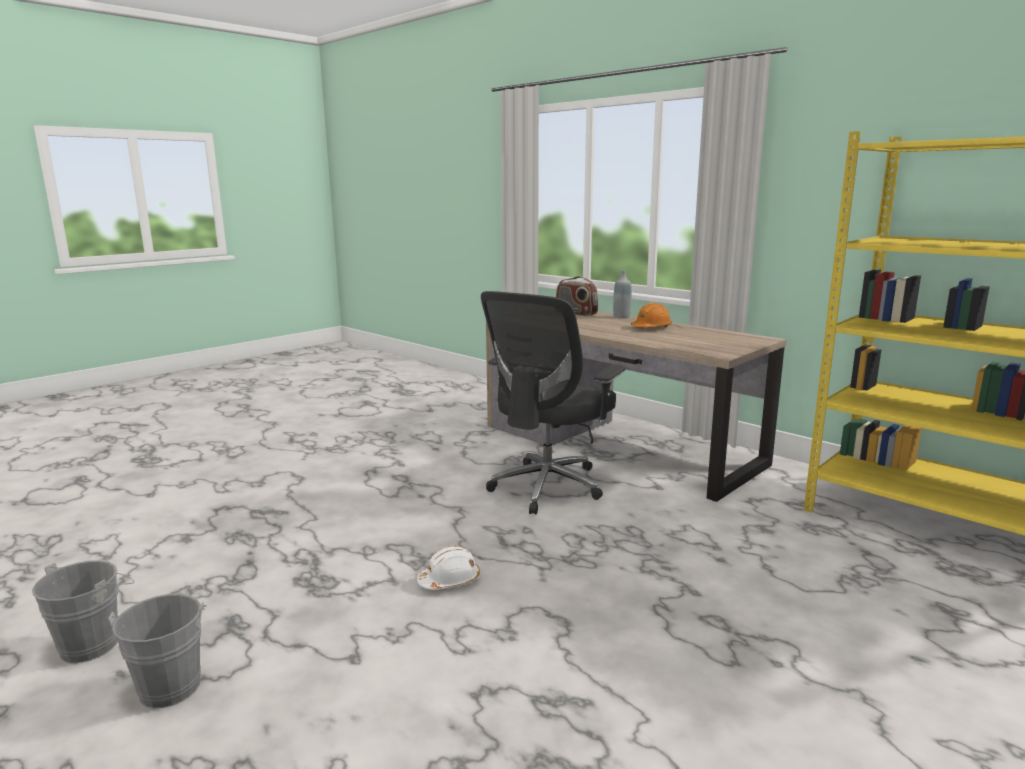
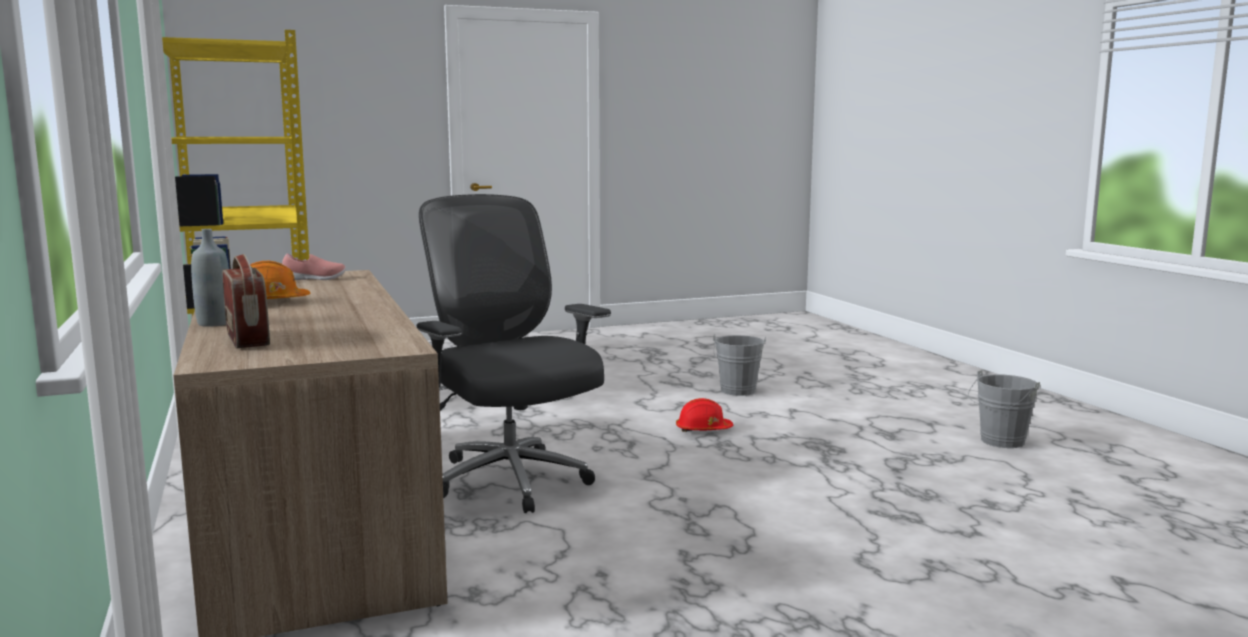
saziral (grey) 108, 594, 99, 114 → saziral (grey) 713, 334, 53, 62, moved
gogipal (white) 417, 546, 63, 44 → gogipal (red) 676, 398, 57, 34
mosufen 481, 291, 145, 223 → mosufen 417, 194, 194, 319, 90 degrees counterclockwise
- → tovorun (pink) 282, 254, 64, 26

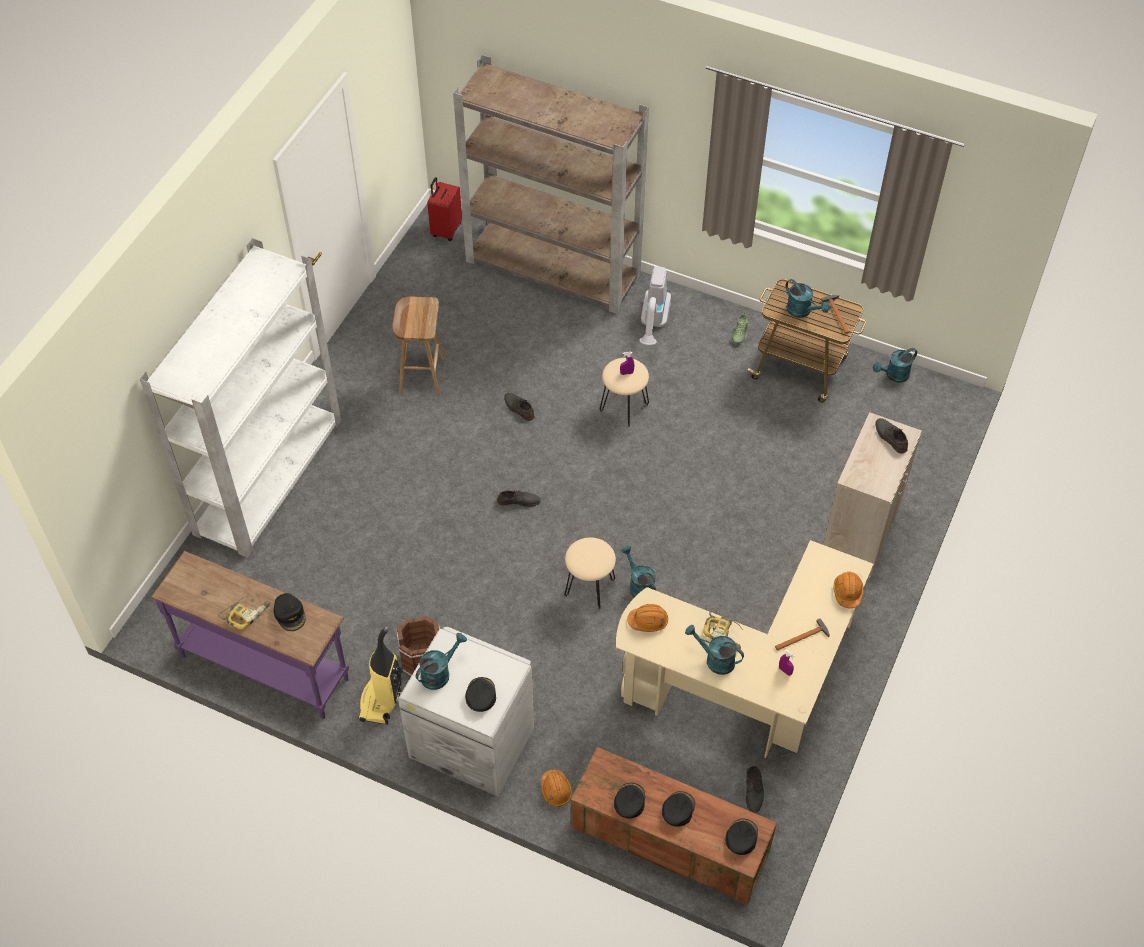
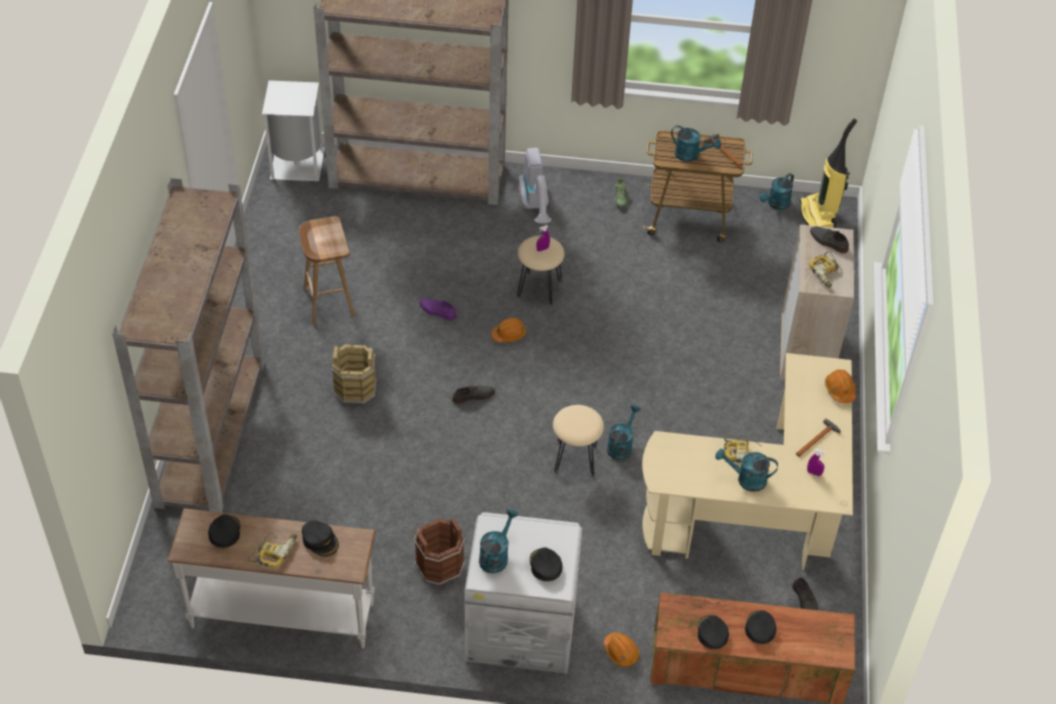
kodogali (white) 140, 238, 202, 320 → kodogali (brown) 112, 178, 153, 334
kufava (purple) 151, 551, 198, 168 → kufava (white) 167, 508, 209, 141
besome 359, 627, 44, 98 → besome 800, 118, 57, 110, moved
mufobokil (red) 427, 177, 35, 64 → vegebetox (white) 262, 81, 62, 100
tovorun (grey) 504, 393, 31, 28 → tovorun (purple) 419, 299, 38, 22
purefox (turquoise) 621, 546, 35, 52 → purefox (turquoise) 607, 404, 34, 56, 75 degrees clockwise
gogipal (orange) 627, 604, 41, 28 → gogipal (orange) 491, 318, 35, 25, moved
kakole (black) 725, 818, 33, 37 → kakole (black) 208, 514, 32, 34, moved
- → saziral (brown) 332, 344, 45, 60
- → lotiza 809, 251, 34, 37

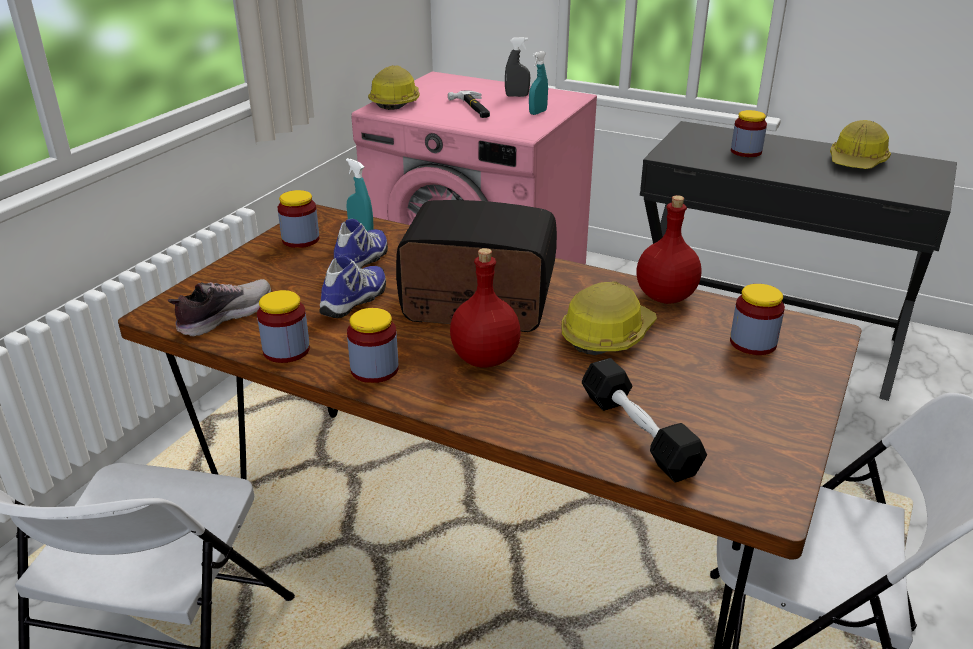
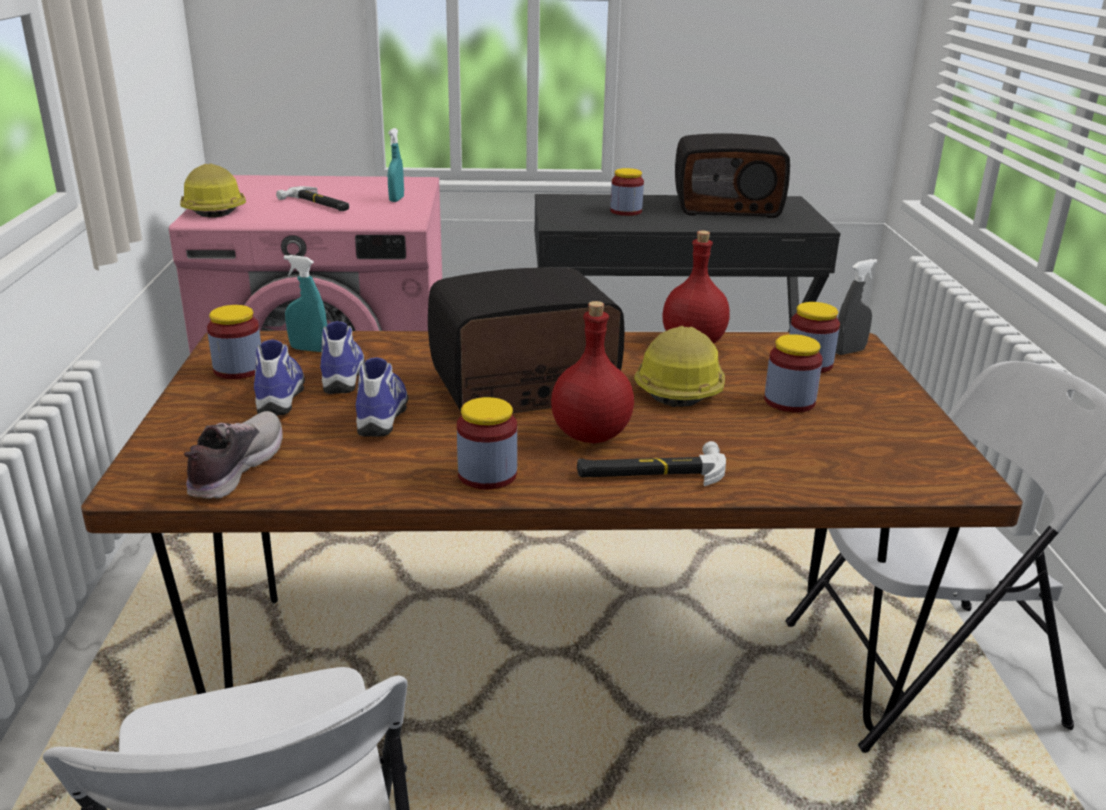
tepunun 257, 290, 53, 73 → tepunun 764, 334, 59, 79, moved
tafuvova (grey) 505, 37, 25, 60 → tafuvova (grey) 836, 259, 42, 96, moved
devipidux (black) 582, 358, 125, 124 → -
gogipal 830, 120, 61, 49 → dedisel 675, 133, 115, 85
- → tovorun 254, 340, 51, 76
- → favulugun 577, 441, 149, 45

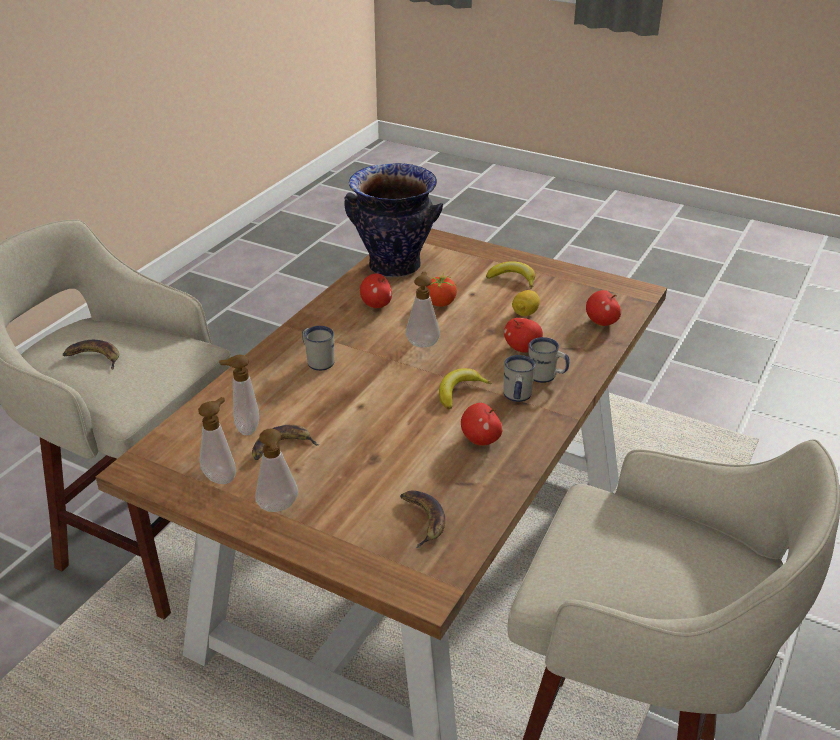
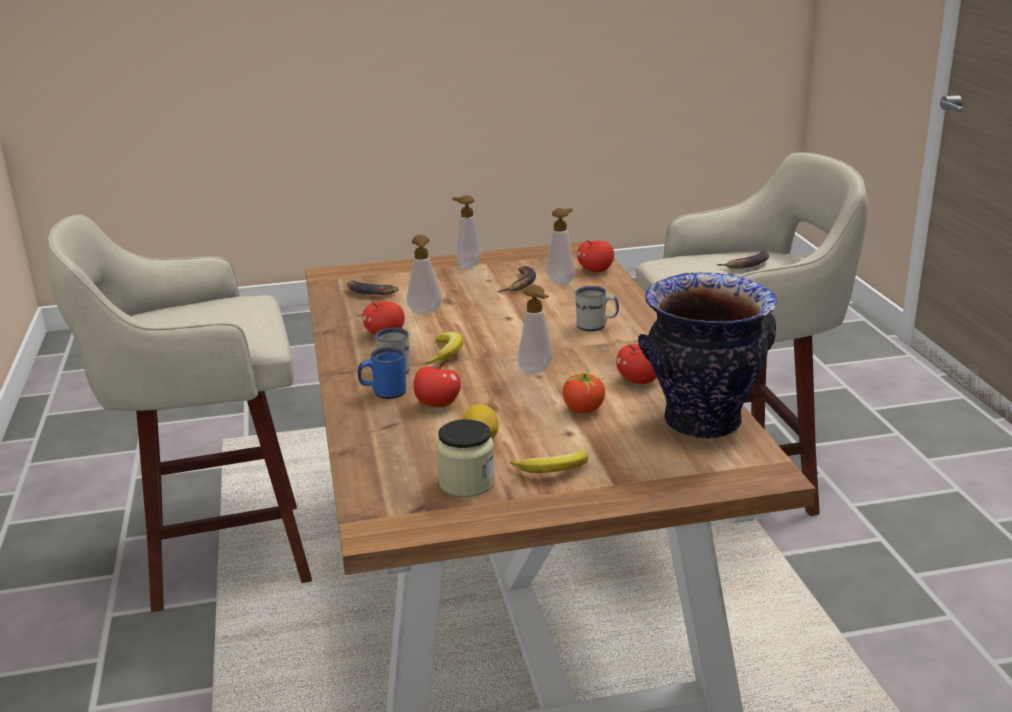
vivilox 198, 397, 38, 87 → vivilox 406, 235, 36, 79, moved
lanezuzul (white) 528, 337, 42, 46 → lanezuzul (blue) 358, 347, 48, 52
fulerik 586, 290, 35, 36 → fulerik 577, 240, 37, 32, moved
- → tepunun 436, 419, 59, 78

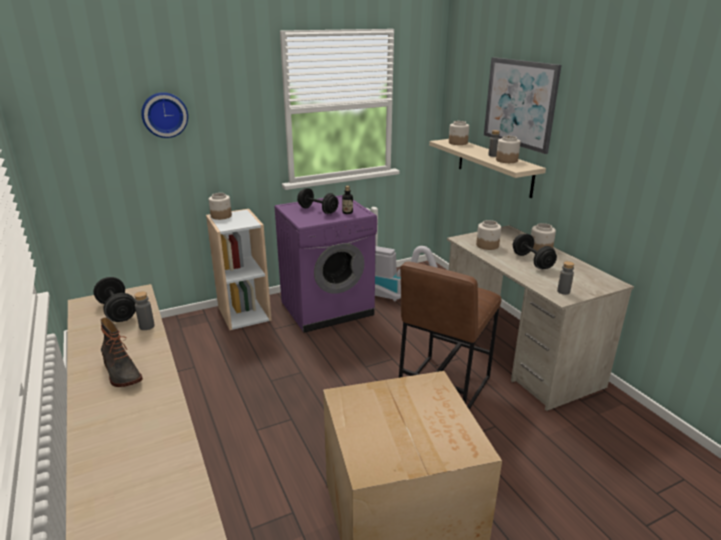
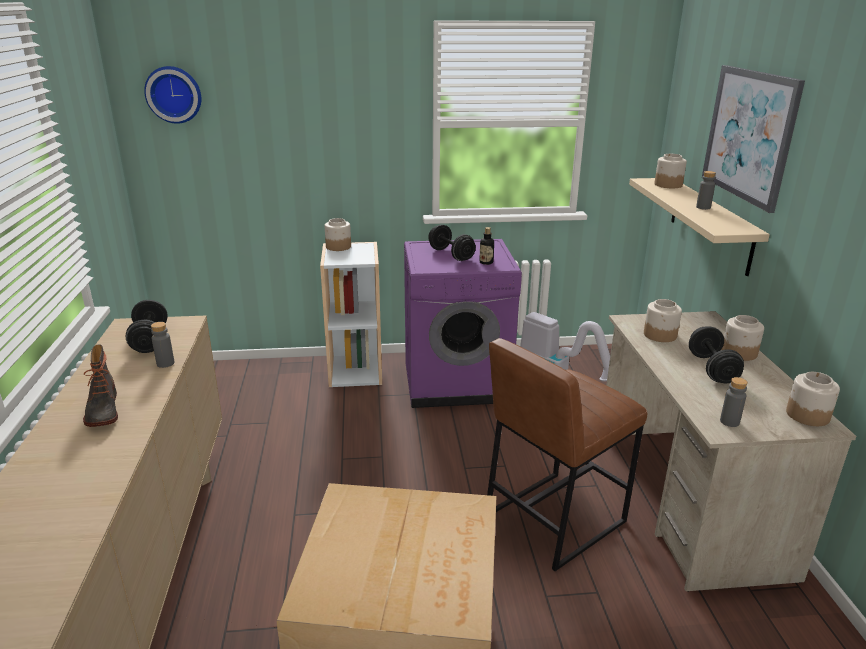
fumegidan 141, 92, 47, 46 → fumegidan 144, 66, 57, 58, moved
tepunun 496, 136, 25, 27 → tepunun 786, 372, 54, 54, moved

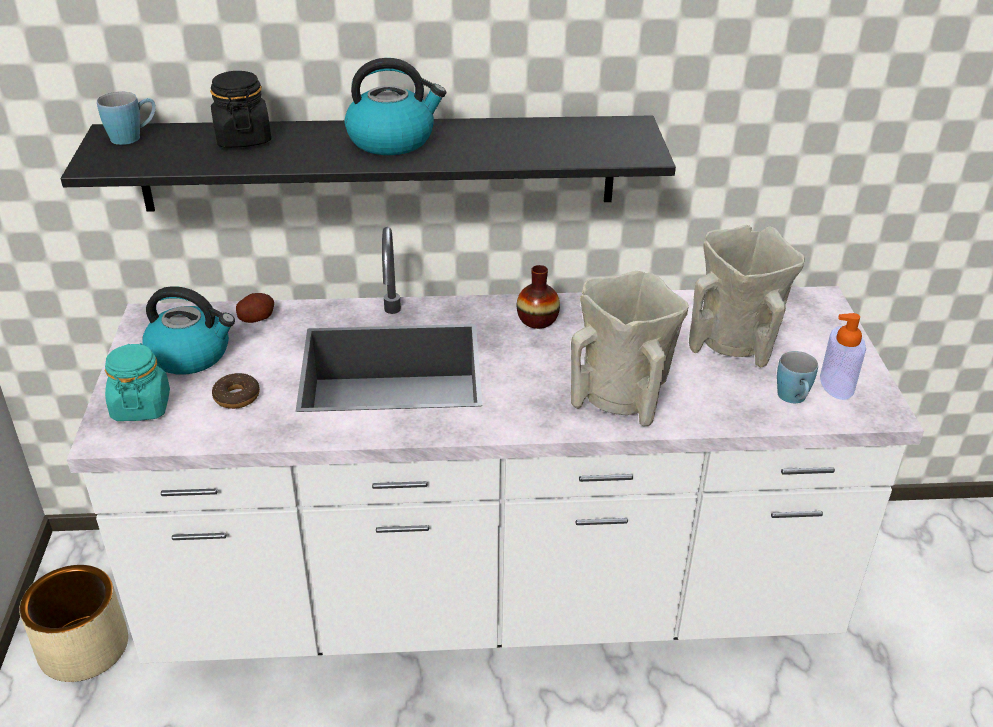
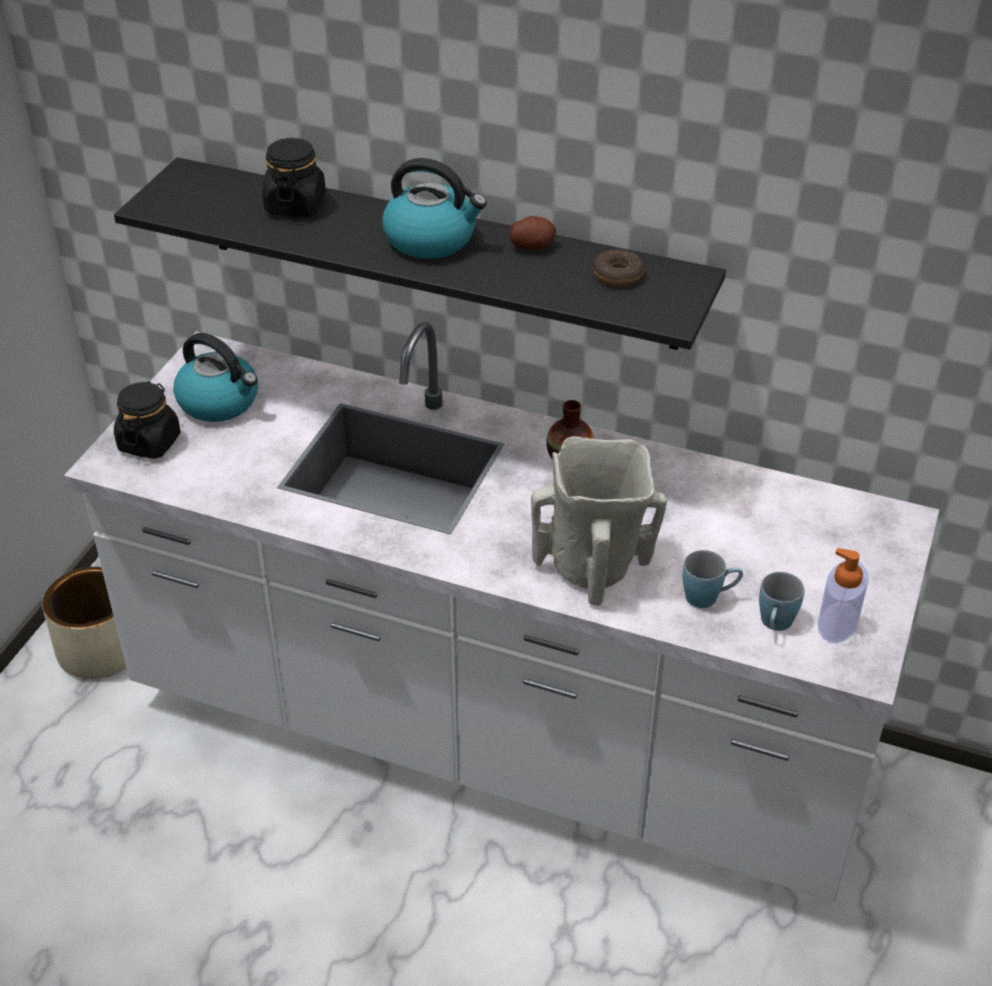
lanezuzul (blue) 97, 91, 59, 54 → lanezuzul (blue) 683, 550, 60, 58, moved
tepunun (turquoise) 105, 343, 65, 78 → tepunun (black) 114, 381, 67, 78
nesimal 212, 373, 48, 36 → nesimal 593, 249, 51, 37, moved
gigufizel 236, 293, 38, 30 → gigufizel 510, 216, 46, 34, moved
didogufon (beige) 689, 225, 116, 142 → -

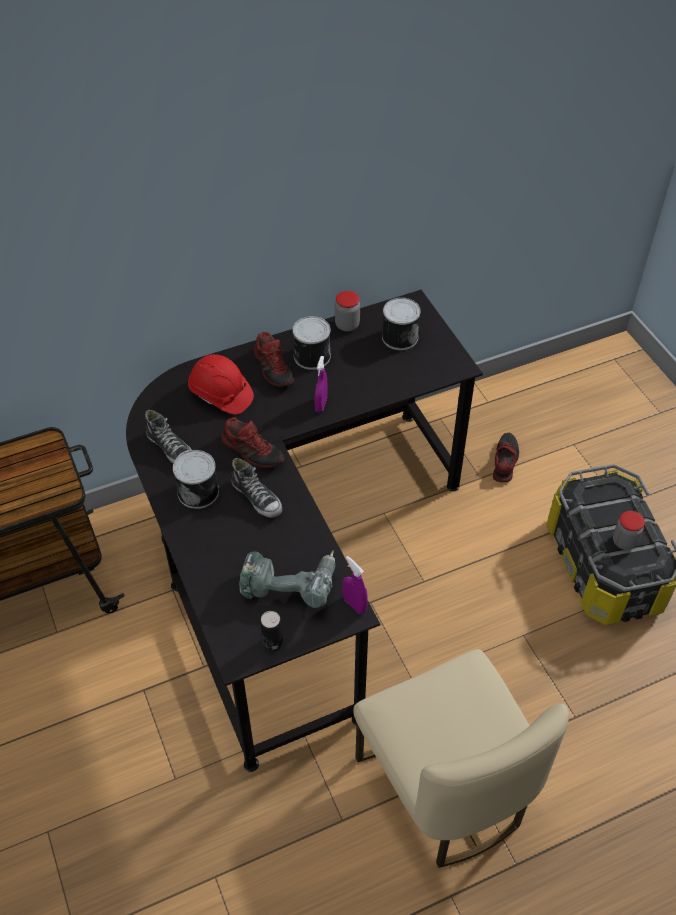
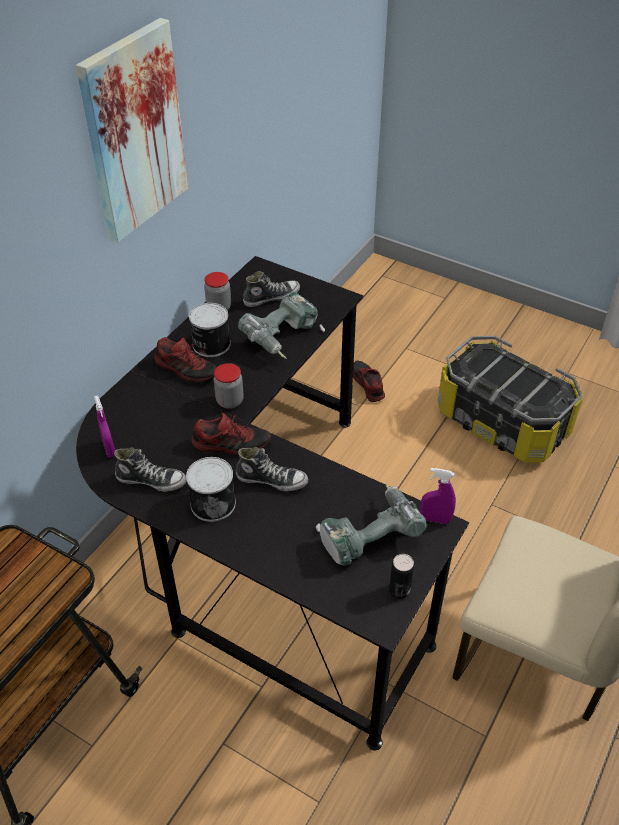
gogipal (red) 188, 354, 66, 61 → -
tafuvova (purple) 315, 356, 13, 56 → tafuvova (purple) 94, 395, 21, 63, moved
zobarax 382, 298, 39, 52 → tovorun 243, 271, 57, 36
tepunun 613, 511, 32, 39 → tepunun 214, 363, 30, 46, moved
- → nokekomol 76, 18, 112, 225
- → lotiza 238, 292, 87, 67

